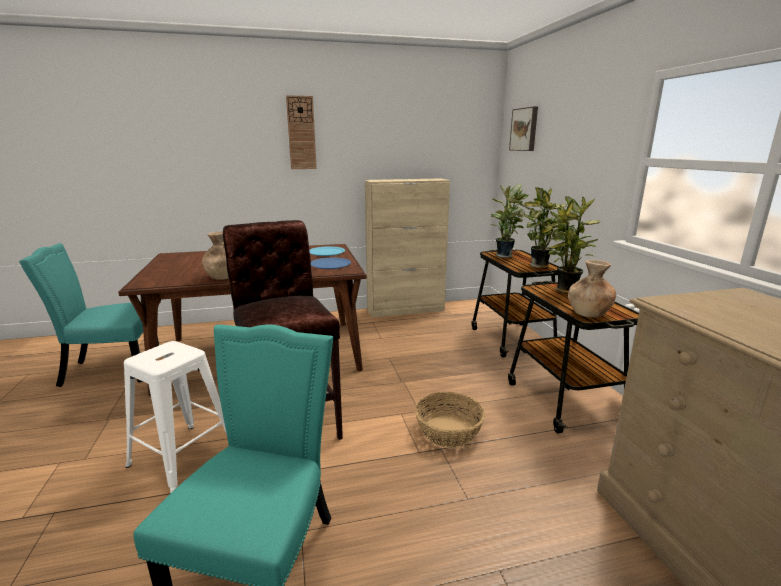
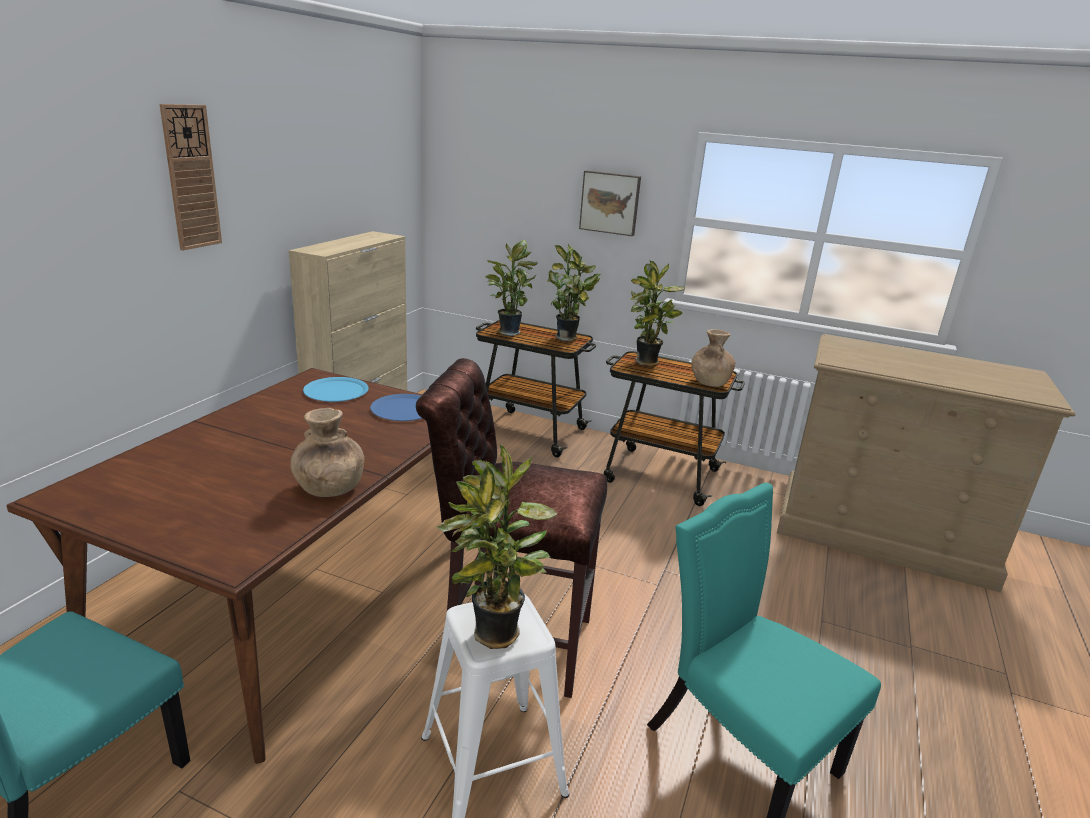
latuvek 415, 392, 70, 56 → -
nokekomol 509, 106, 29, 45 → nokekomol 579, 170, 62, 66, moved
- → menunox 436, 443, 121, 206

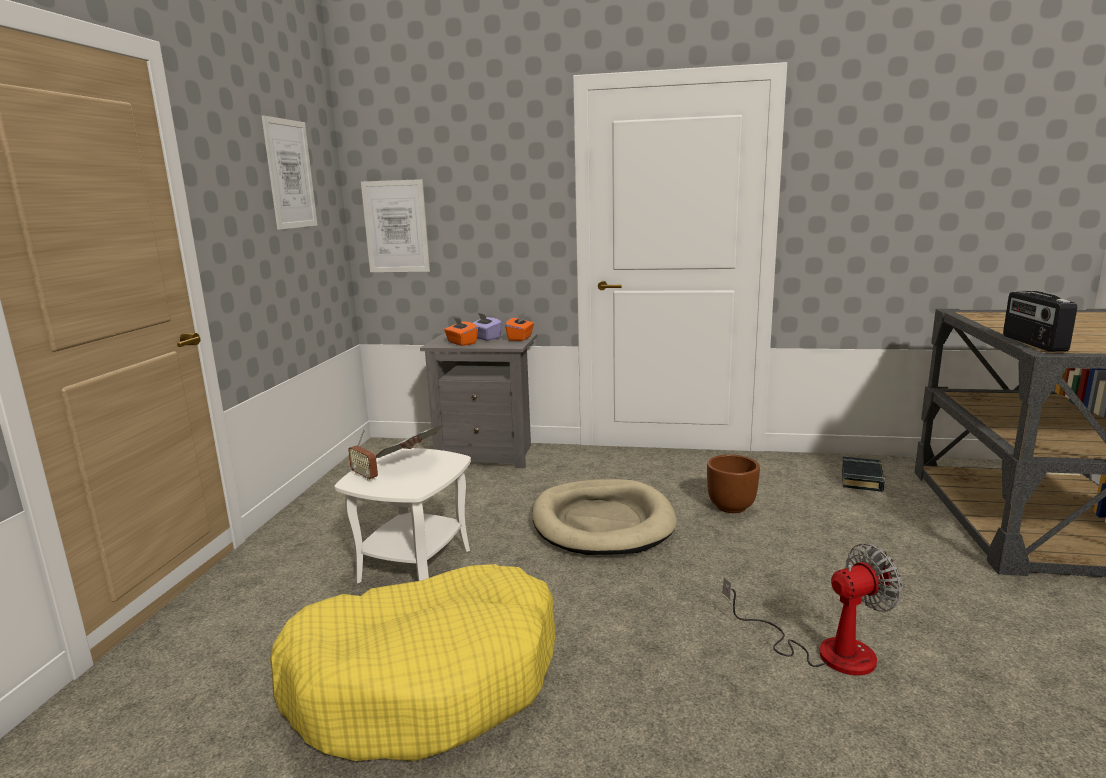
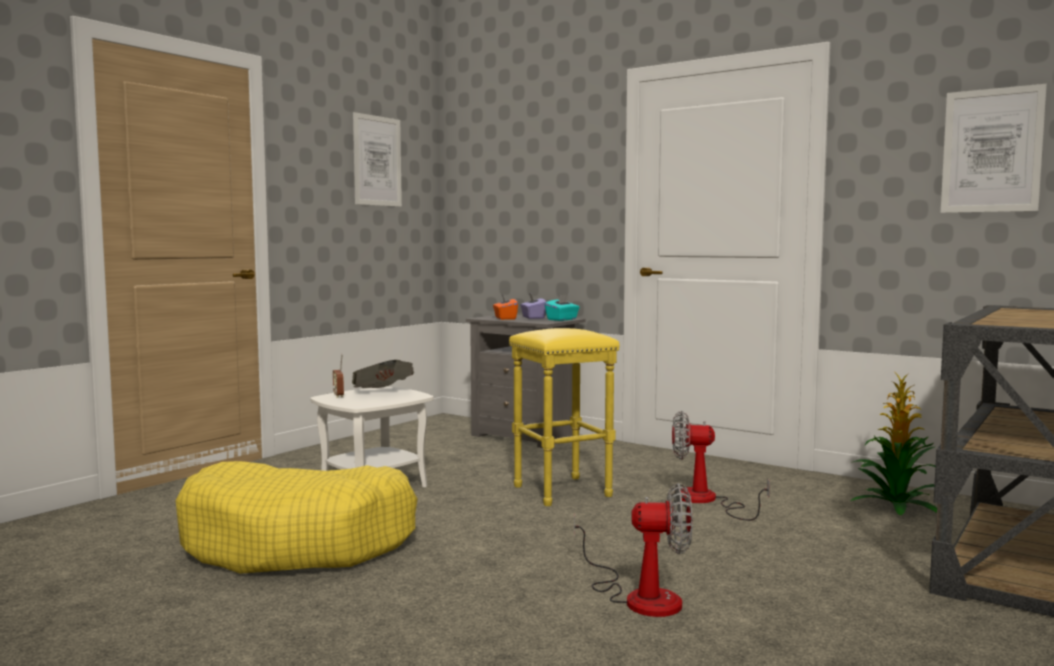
nokekomol 361, 179, 69, 93 → nokekomol 941, 84, 106, 129, moved
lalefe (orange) 505, 313, 29, 28 → lalefe (turquoise) 545, 294, 35, 27
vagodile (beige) 532, 479, 145, 76 → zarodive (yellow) 509, 328, 111, 178
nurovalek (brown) 707, 455, 53, 58 → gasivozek 672, 411, 98, 110
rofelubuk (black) 842, 457, 43, 35 → menunox 850, 373, 87, 143
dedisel 1003, 291, 74, 61 → -

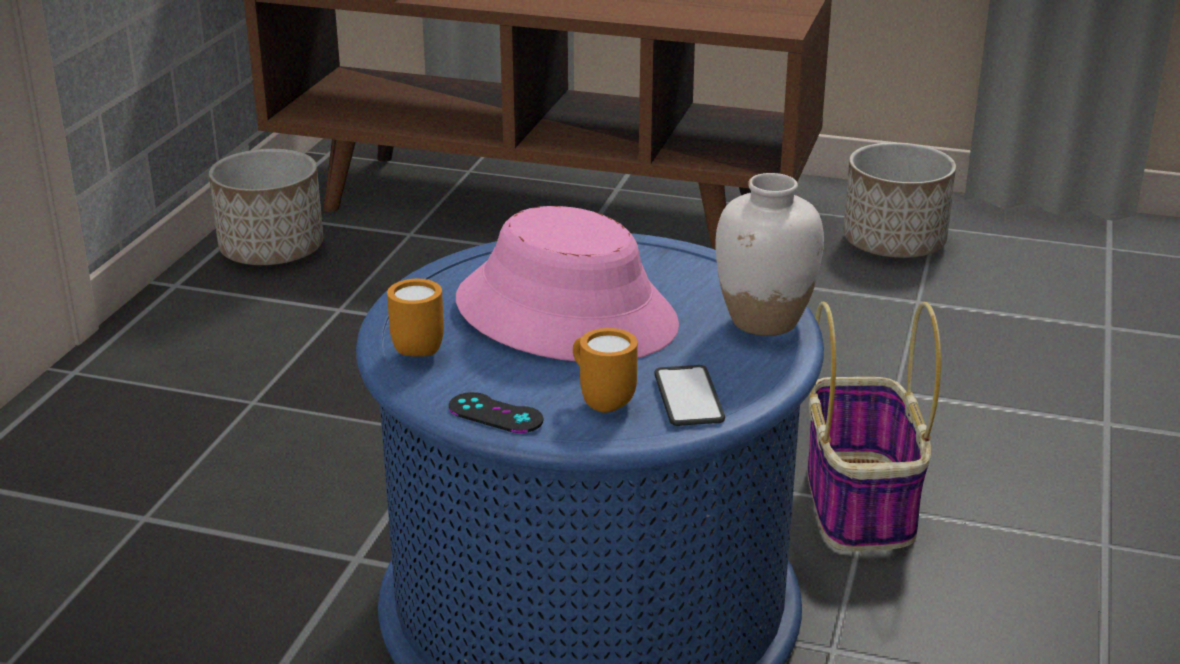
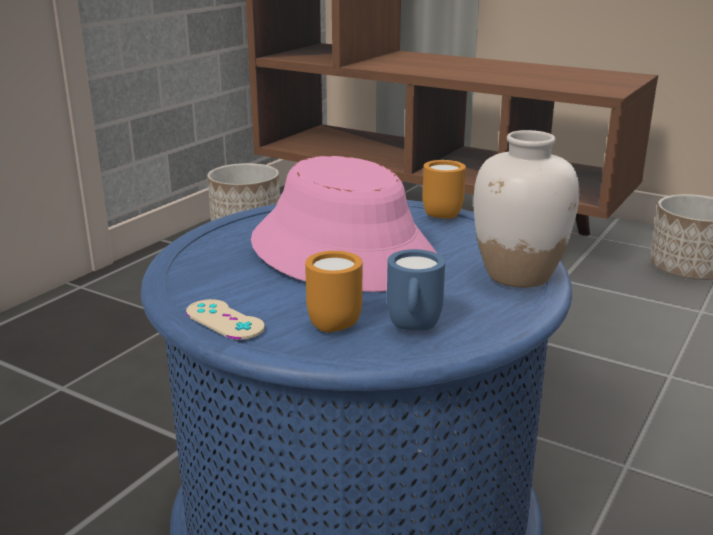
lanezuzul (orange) 387, 279, 57, 78 → lanezuzul (orange) 423, 160, 43, 59, moved
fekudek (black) 449, 392, 94, 41 → fekudek (beige) 186, 299, 79, 41
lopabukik 655, 365, 70, 61 → lanezuzul (blue) 387, 249, 58, 81
latuvek 807, 302, 134, 249 → -

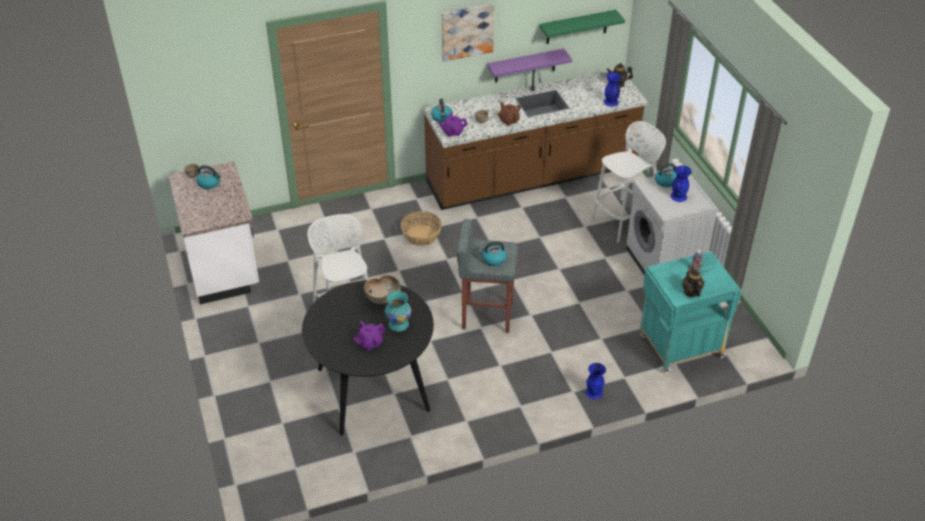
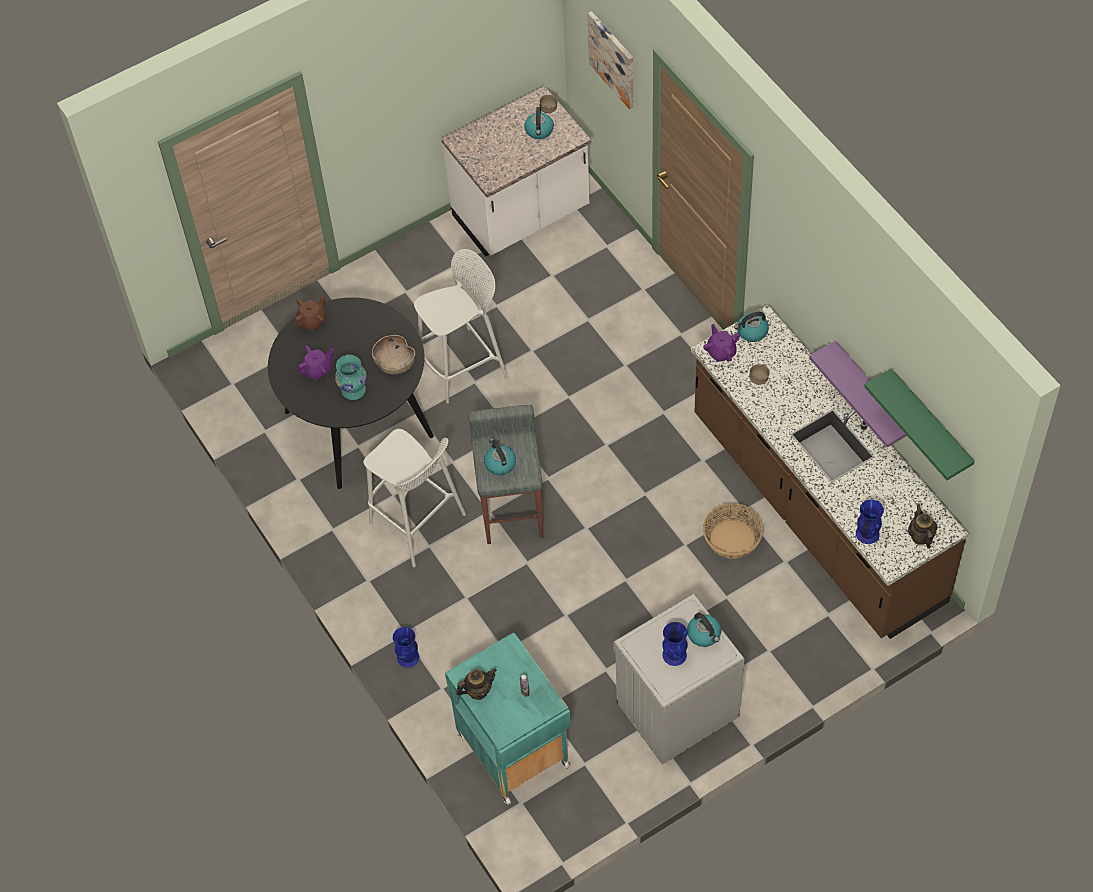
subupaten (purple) 353, 321, 32, 30 → subupaten (purple) 297, 345, 37, 35, 105 degrees clockwise
latuvek 401, 211, 41, 35 → latuvek 703, 503, 60, 56, moved
nokekomol 442, 4, 52, 57 → nokekomol 588, 11, 45, 98, moved
subupaten (brown) 498, 102, 23, 24 → subupaten (brown) 294, 296, 32, 35, moved
zarodive (white) 591, 121, 75, 122 → zarodive (white) 364, 429, 102, 138, moved

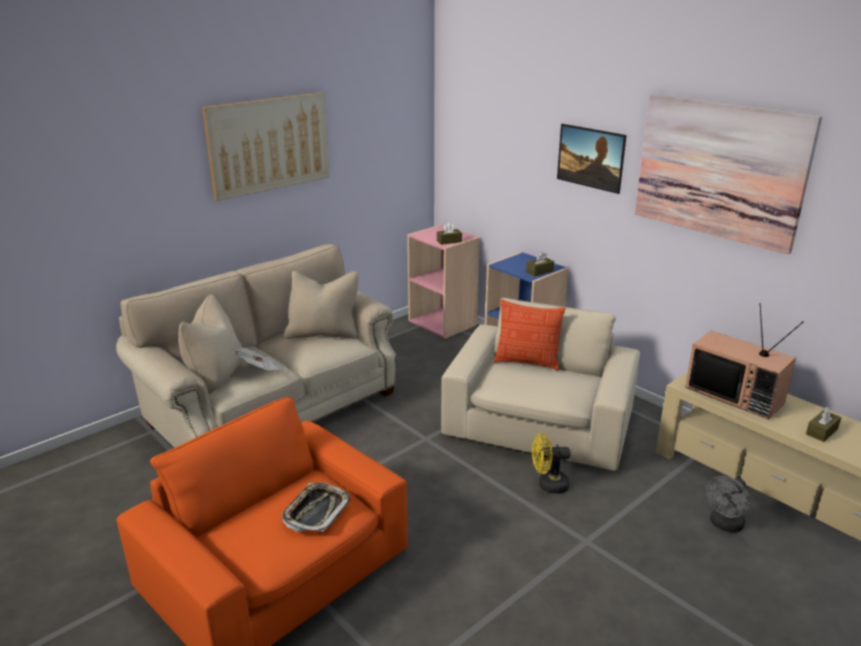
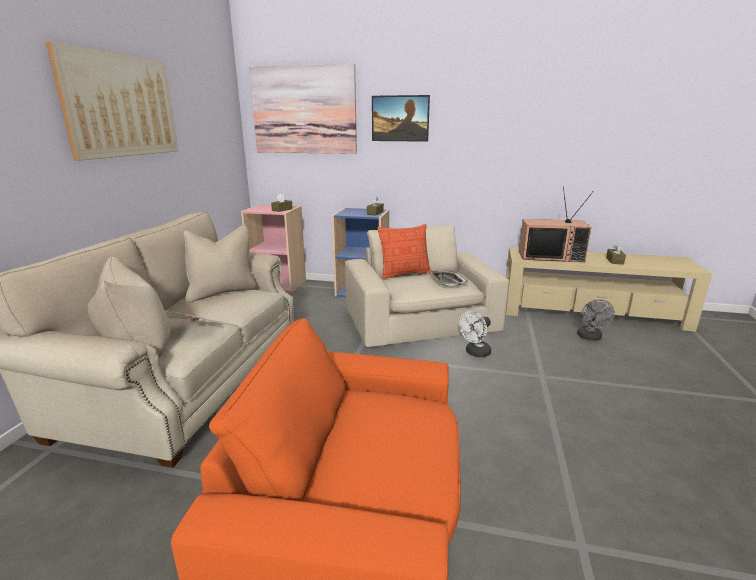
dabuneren 282, 483, 68, 49 → dabuneren 428, 270, 40, 16, moved
gasivozek (yellow) 532, 433, 39, 61 → gasivozek (white) 459, 311, 32, 46
nokekomol 635, 94, 187, 160 → nokekomol 249, 64, 108, 90, moved

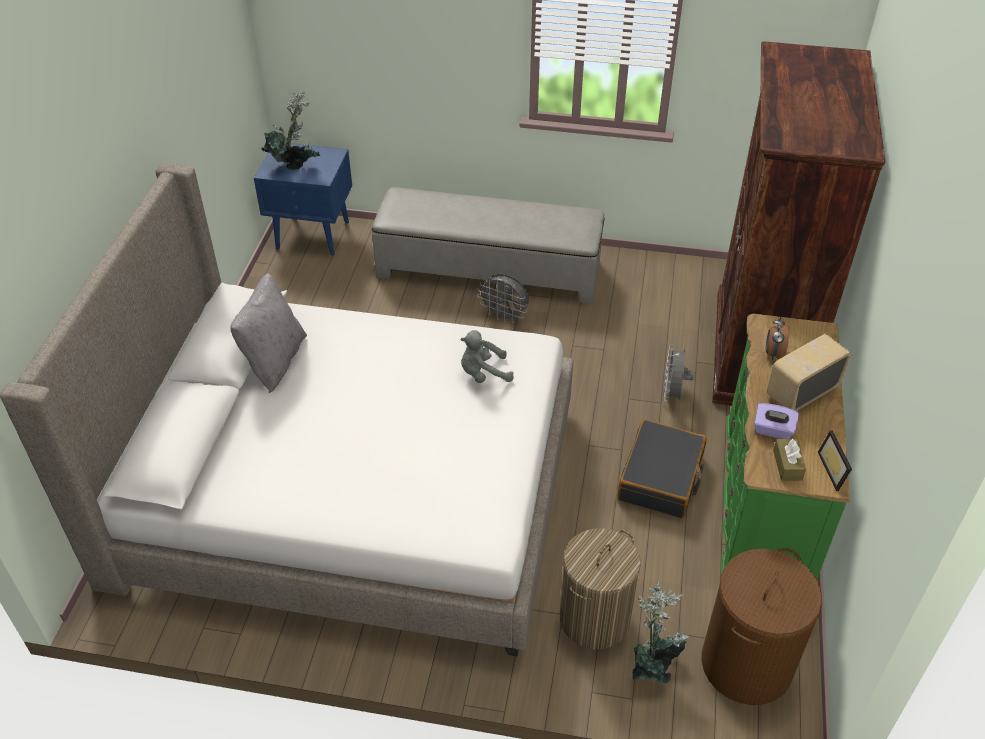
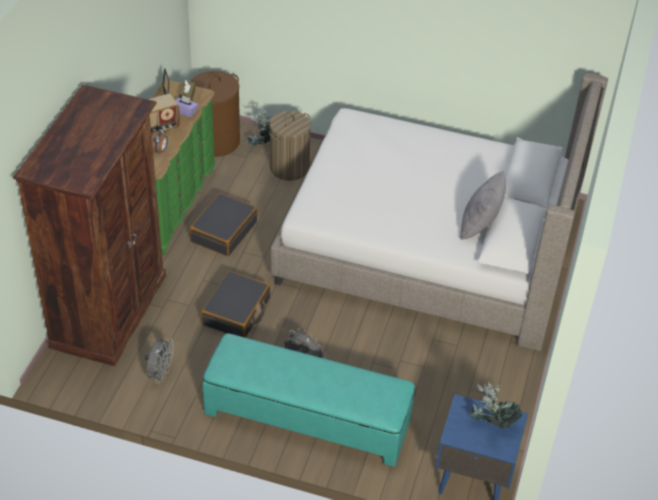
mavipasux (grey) 372, 187, 232, 116 → mavipasux (turquoise) 203, 333, 212, 134
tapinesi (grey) 460, 330, 54, 53 → -
gasivozek (grey) 663, 345, 31, 57 → gasivozek (grey) 145, 338, 29, 45, moved
- → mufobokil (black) 201, 271, 69, 67

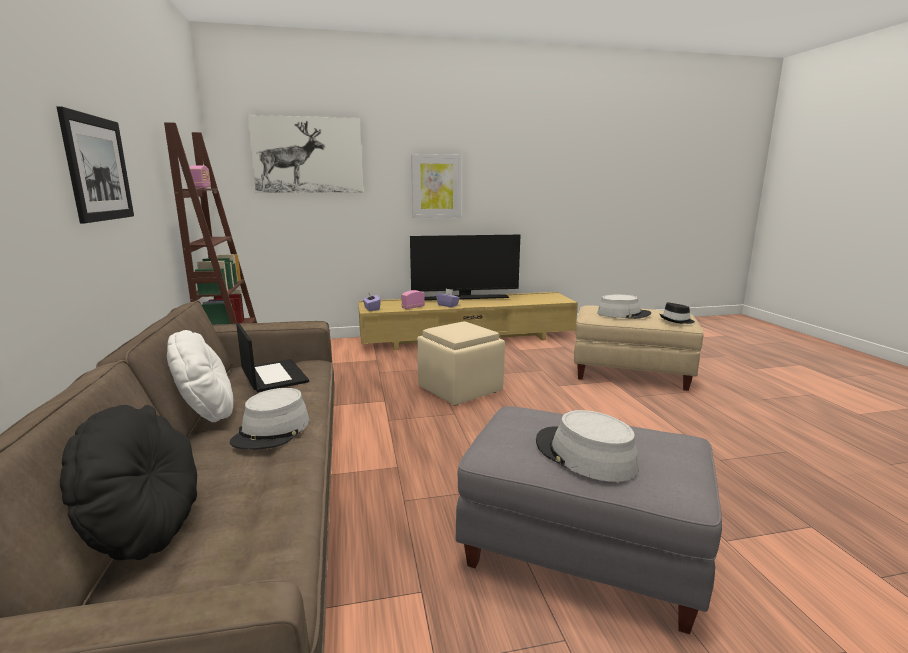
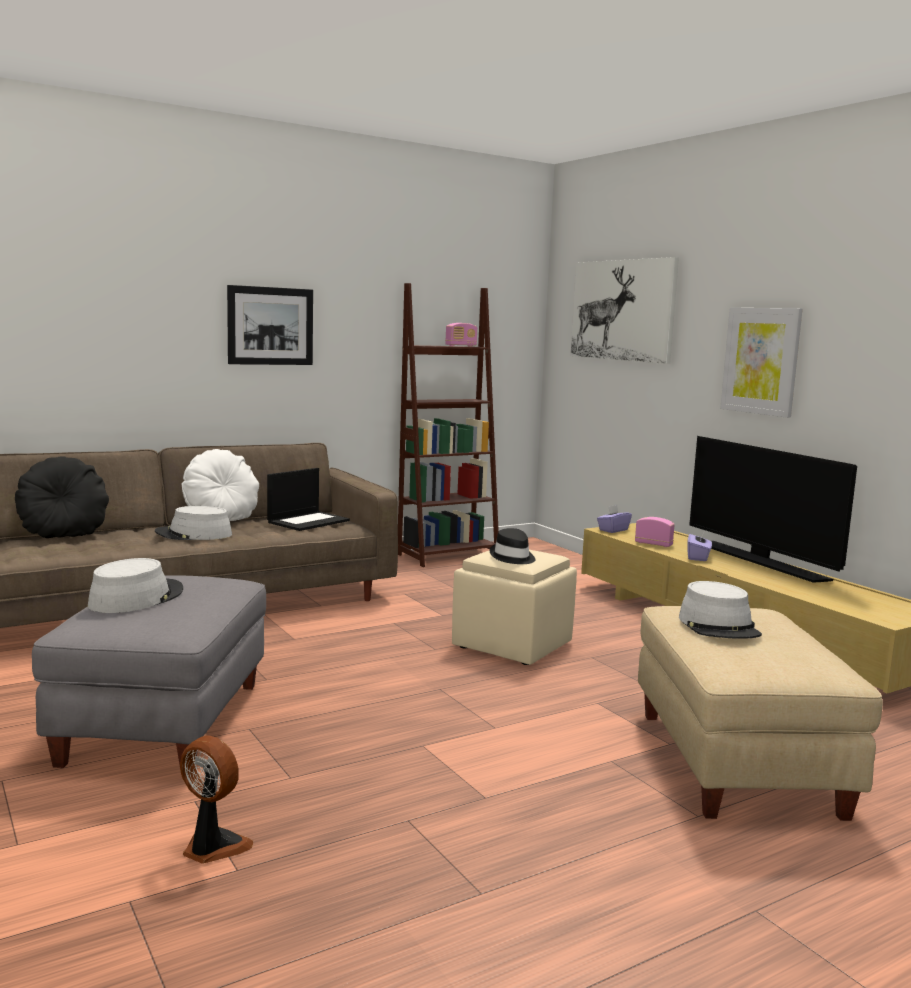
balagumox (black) 660, 302, 35, 22 → balagumox (black) 490, 528, 45, 36, moved
- → gasivozek 180, 736, 73, 128

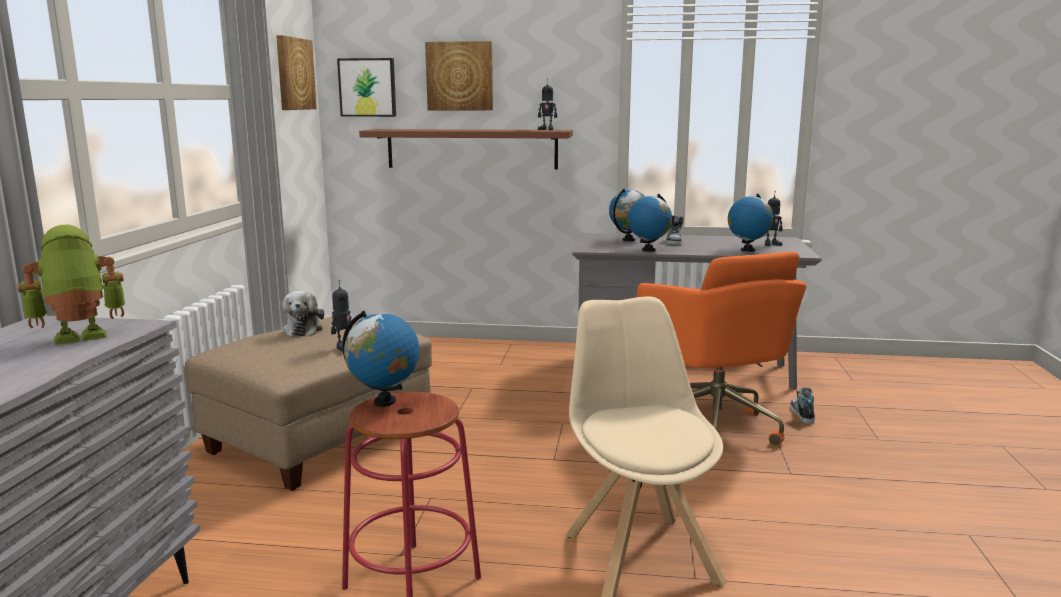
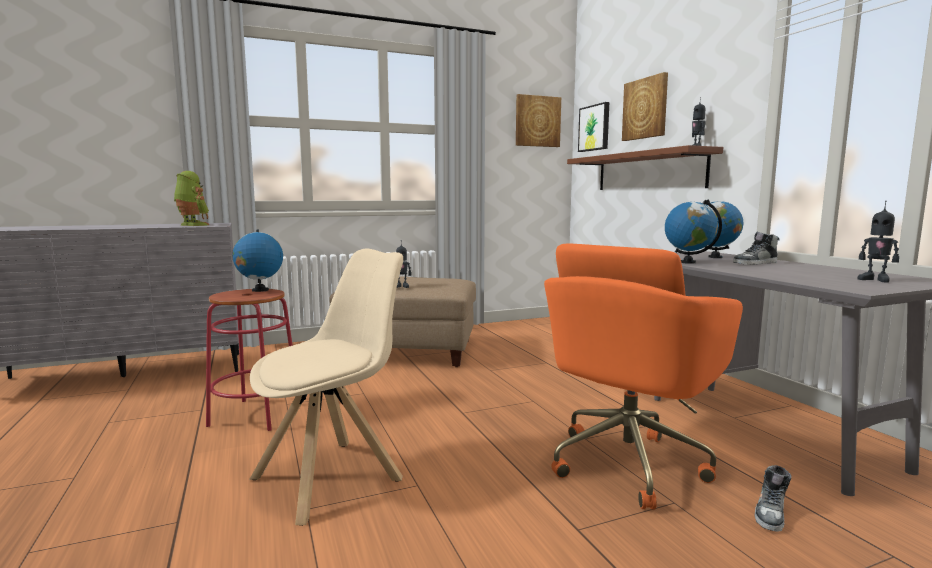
tapinesi 282, 291, 42, 46 → -
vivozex 728, 194, 45, 58 → -
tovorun 790, 387, 25, 37 → tovorun 755, 465, 37, 67, 150 degrees clockwise

